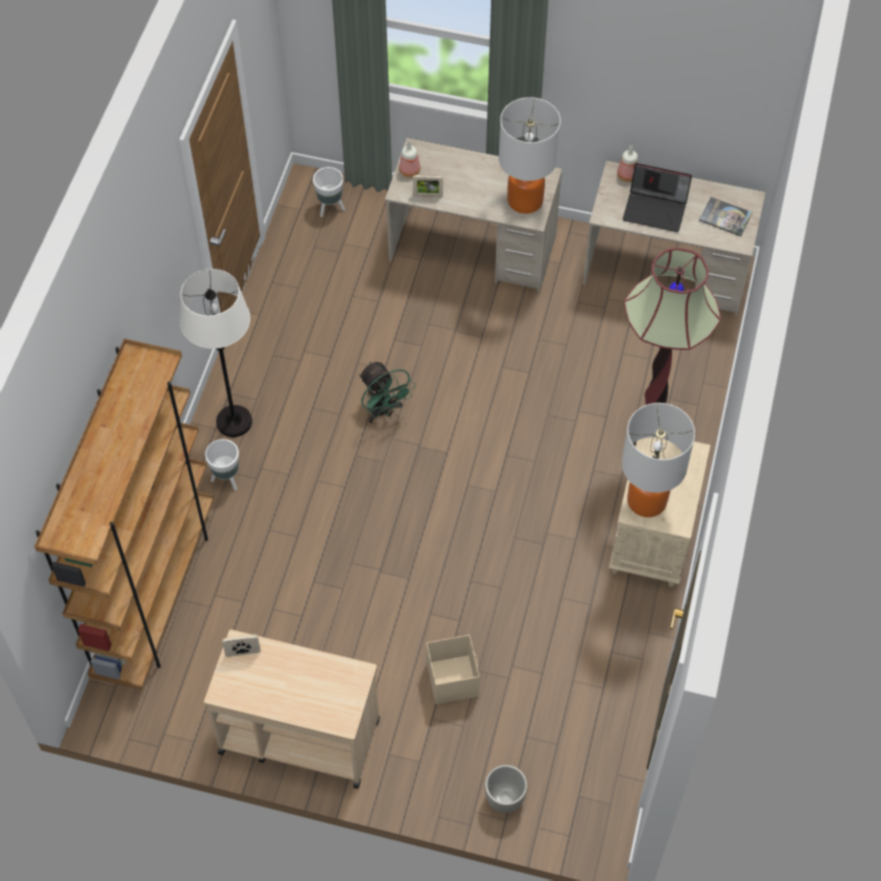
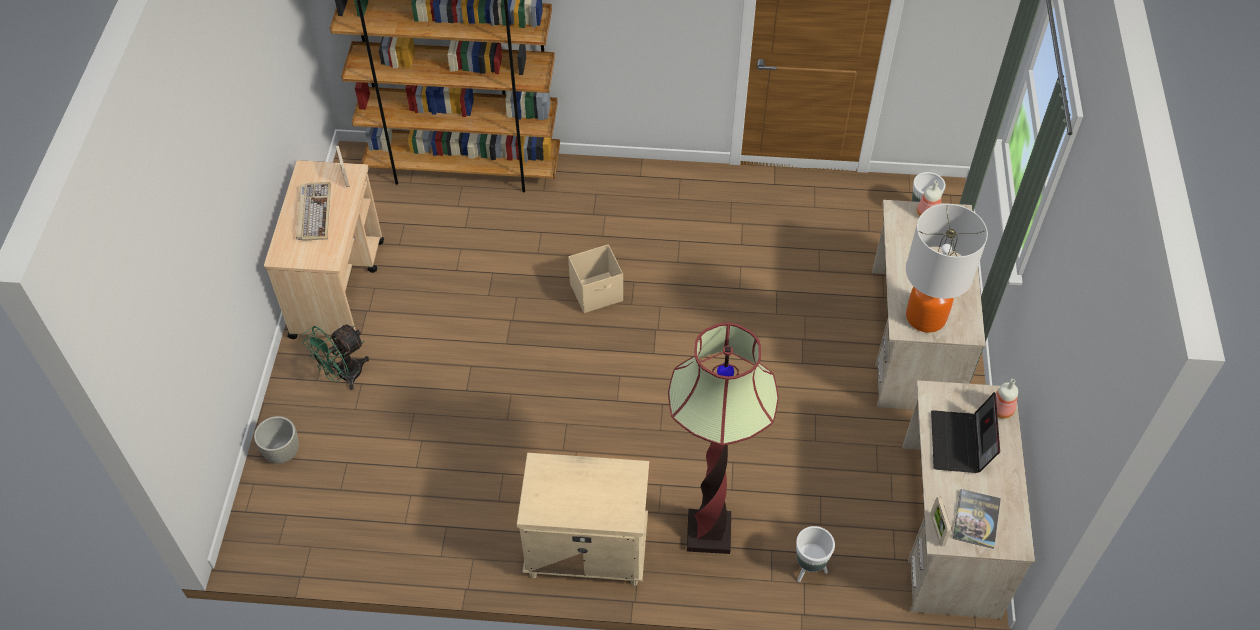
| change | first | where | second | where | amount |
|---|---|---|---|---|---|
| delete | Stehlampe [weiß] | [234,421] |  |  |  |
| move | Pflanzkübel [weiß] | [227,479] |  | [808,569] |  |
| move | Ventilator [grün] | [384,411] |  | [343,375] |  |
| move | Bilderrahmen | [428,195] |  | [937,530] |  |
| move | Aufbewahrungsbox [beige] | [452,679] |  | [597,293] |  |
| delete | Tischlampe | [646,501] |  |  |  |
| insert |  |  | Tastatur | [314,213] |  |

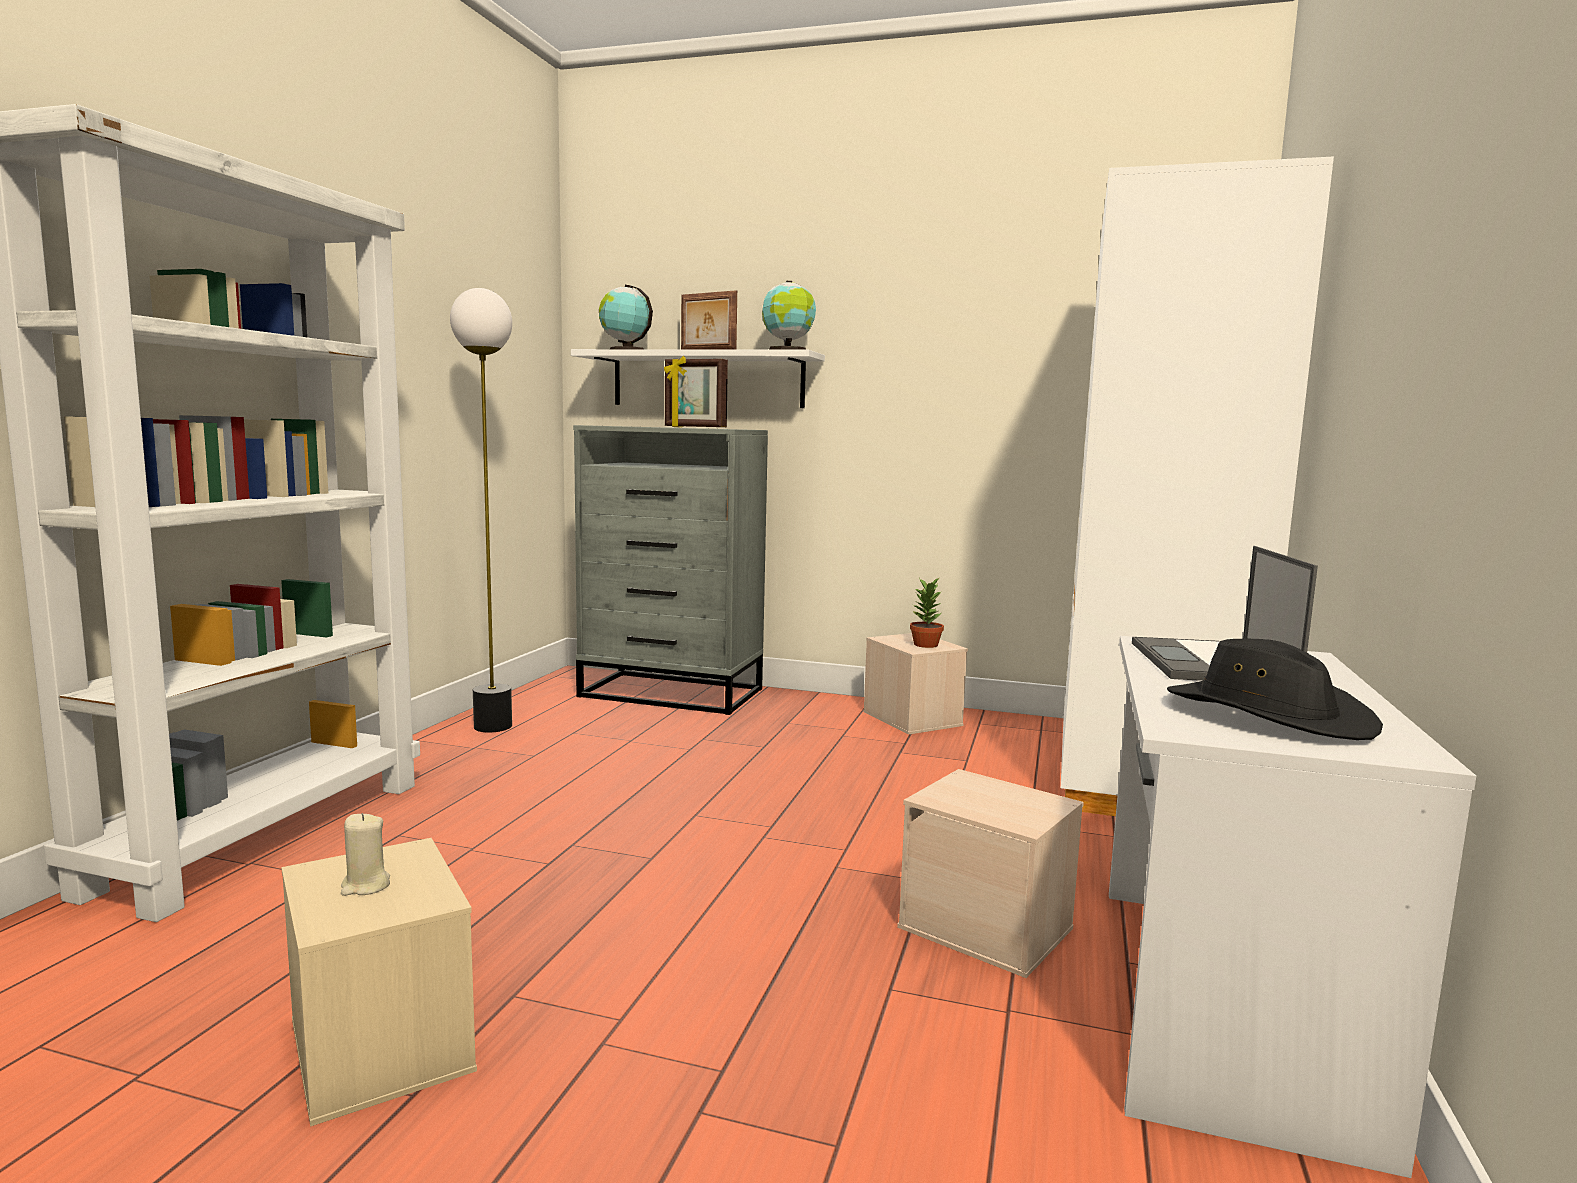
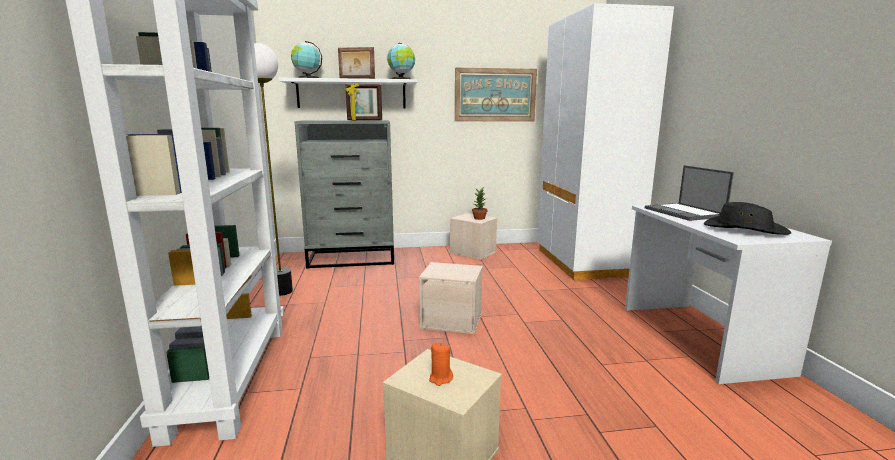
| change | first | where | second | where | amount |
|---|---|---|---|---|---|
| recolor | Kerze [beige] | [365,886] | Kerze [orange] | [440,378] |  |
| move | Aufbewahrungsbox [beige] | [988,928] |  | [452,320] |  |
| insert |  |  | Bild | [495,95] |  |

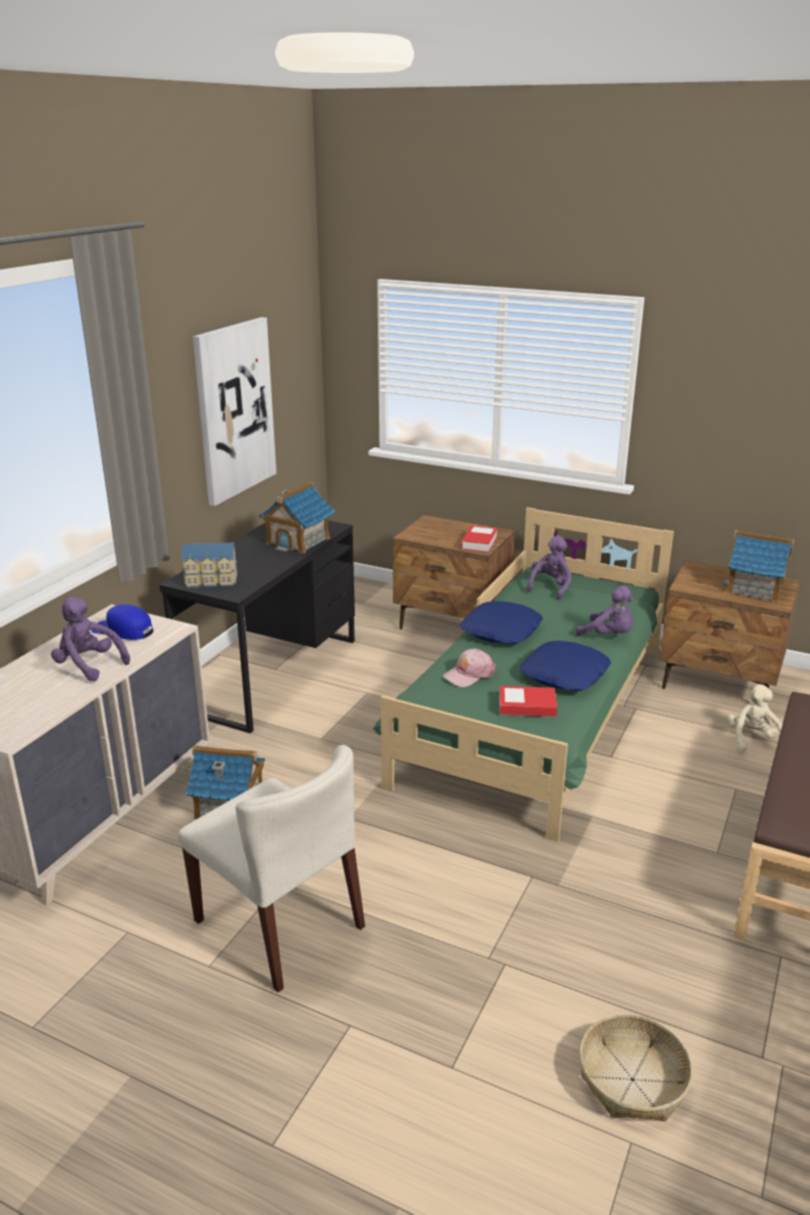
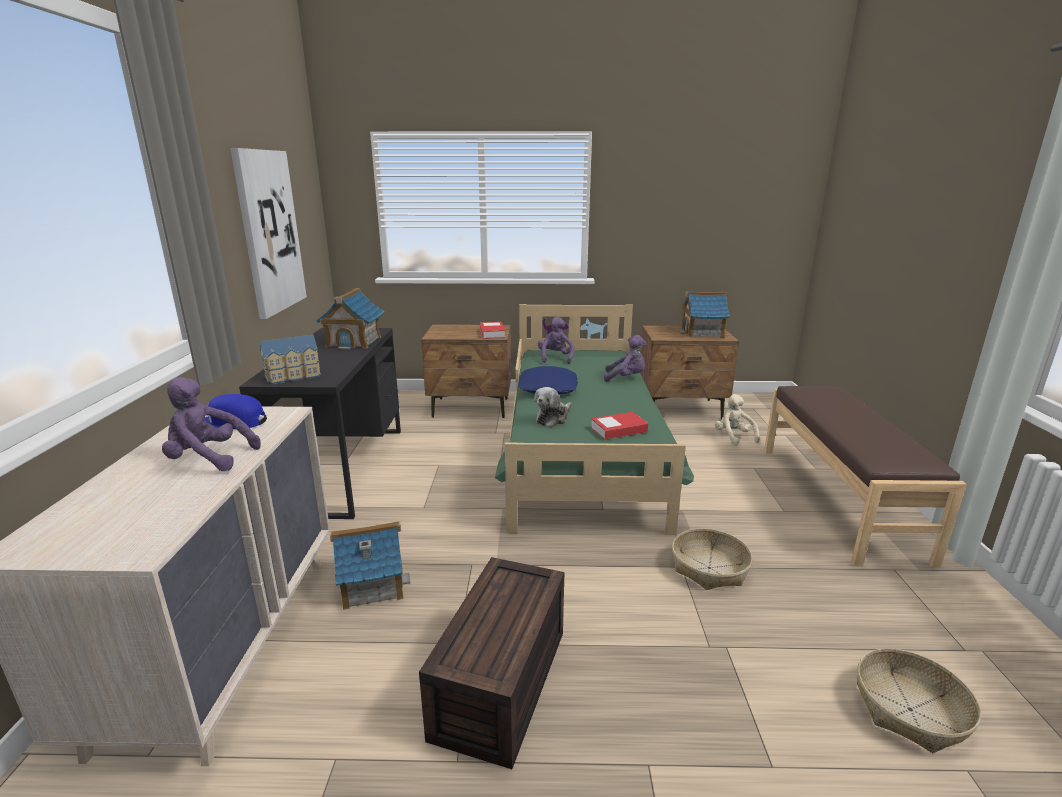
| change | first | where | second | where | amount |
|---|---|---|---|---|---|
| replace | Stuhl [beige] | [280,924] | Aufbewahrungsbox [braun] | [502,685] |  |
| replace | Kappe [rosa] | [469,674] | Plüschtier | [553,418] |  |
| delete | Kissen [blau] | [565,674] |  |  |  |
| insert |  |  | Korb | [709,568] |  |

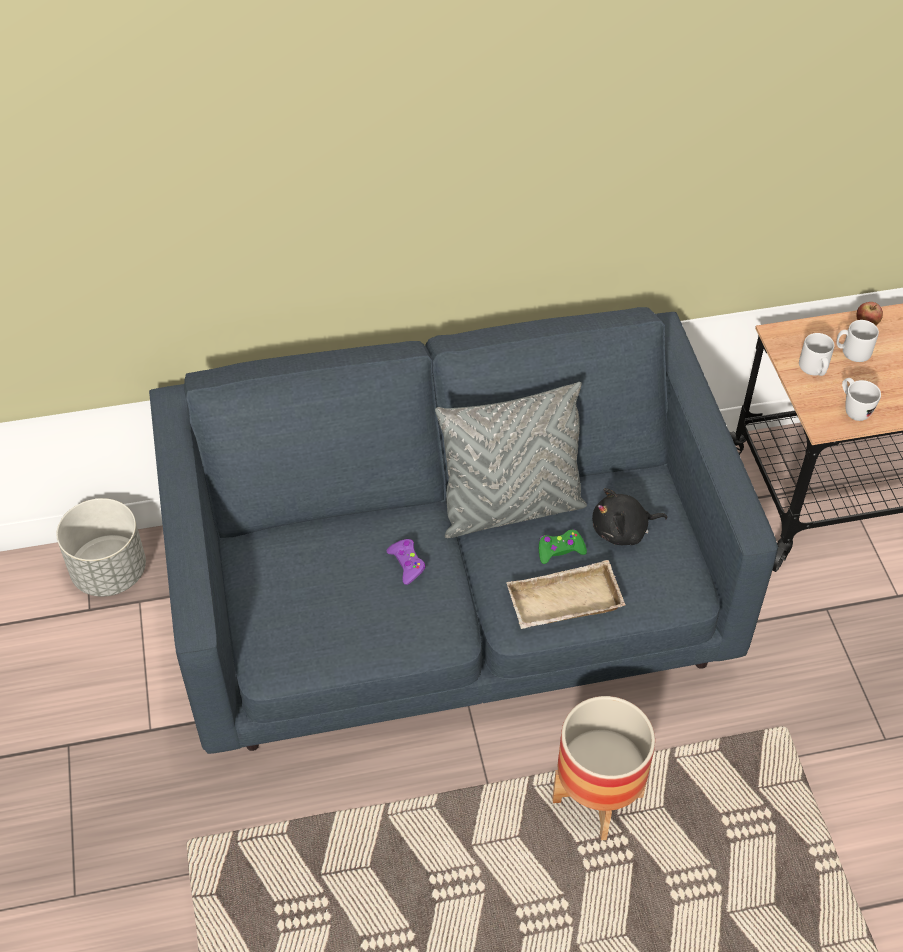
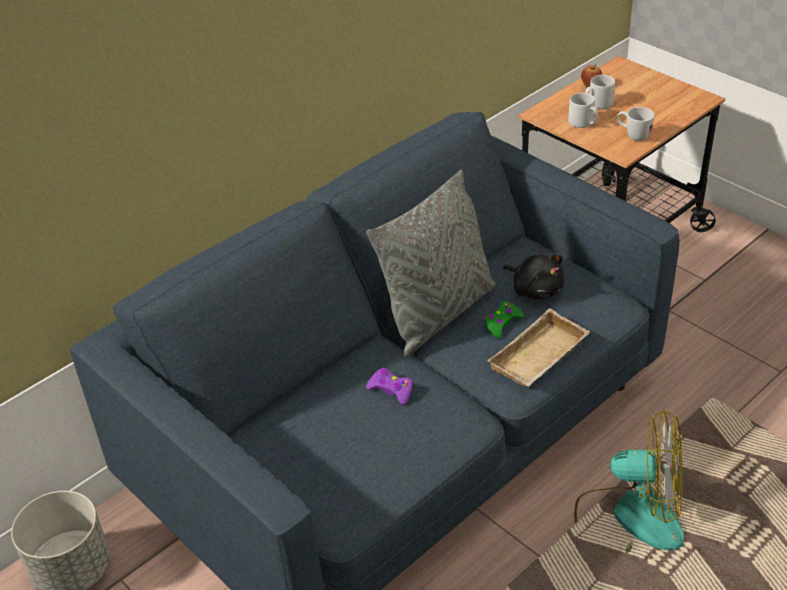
| change | first | where | second | where | amount |
|---|---|---|---|---|---|
| replace | Pflanzkübel | [597,798] | Ventilator | [629,519] |  |
| rotate | Plüschtier [schwarz] | [623,530] |  | [535,289] | 90 degrees counterclockwise |

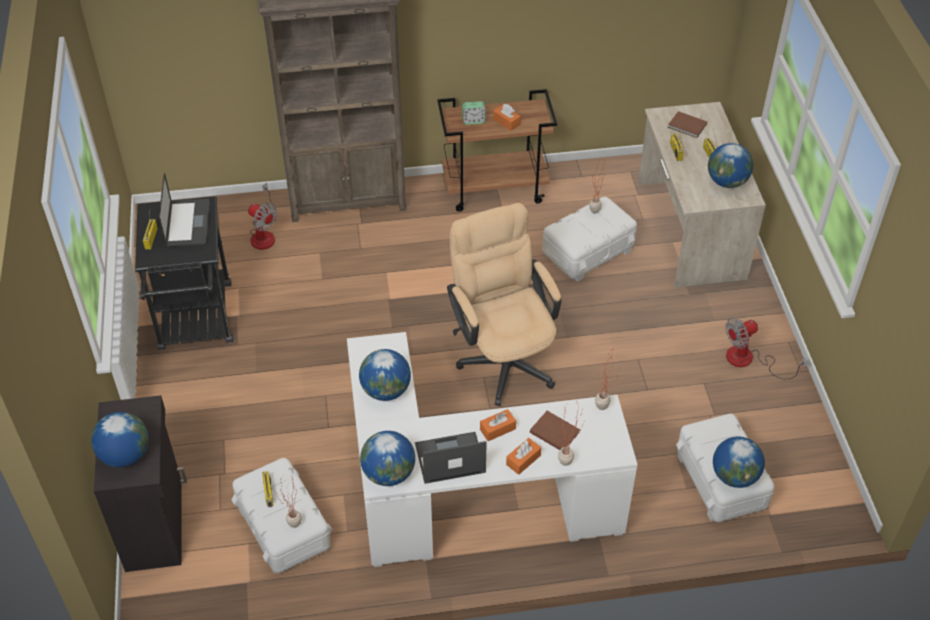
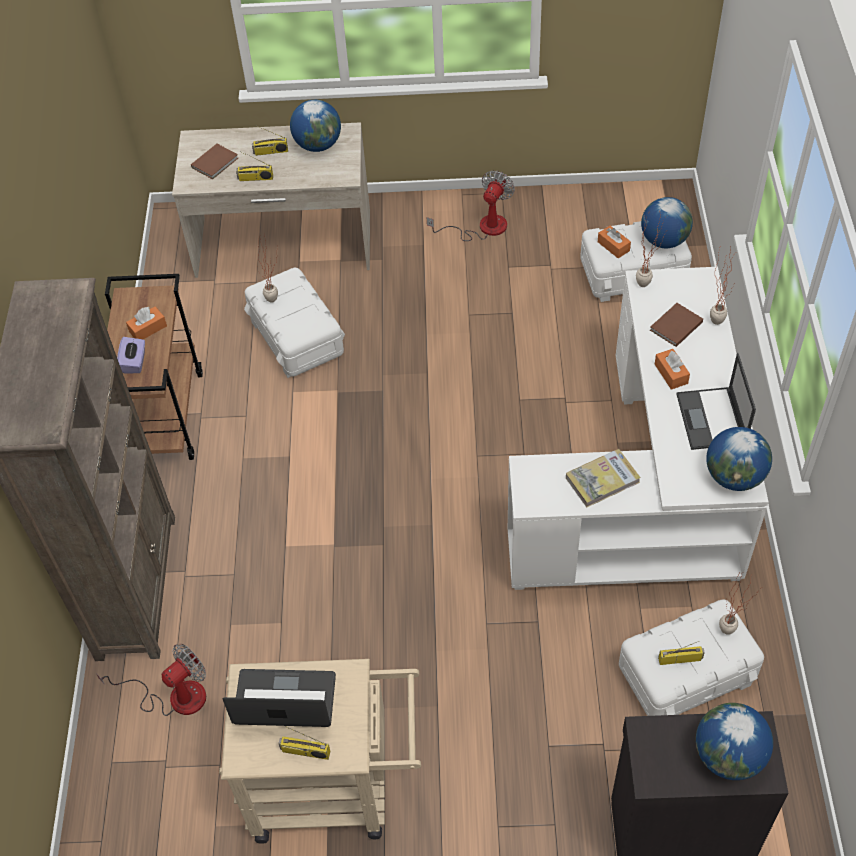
| change | first | where | second | where | amount |
|---|---|---|---|---|---|
| recolor | Rollwagen [schwarz] | [196,323] | Rollwagen [beige] | [334,787] |  |
| replace | Globus | [386,391] | Buch | [602,480] |  |
| delete | Bürostuhl [beige] | [503,356] |  |  |  |
| replace | Wecker | [473,121] | Taschentuchbox [lila] | [134,362] |  |
| move | Taschentuchbox [orange] | [523,460] |  | [613,246] |  |
| rotate | Ventilator | [749,360] |  | [482,227] | 135 degrees counterclockwise |

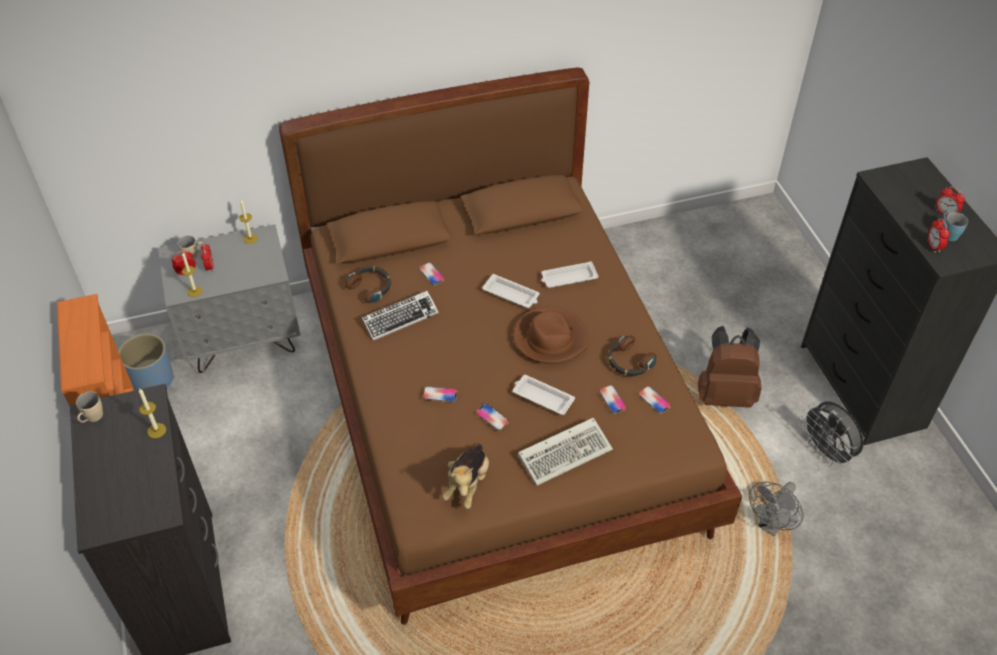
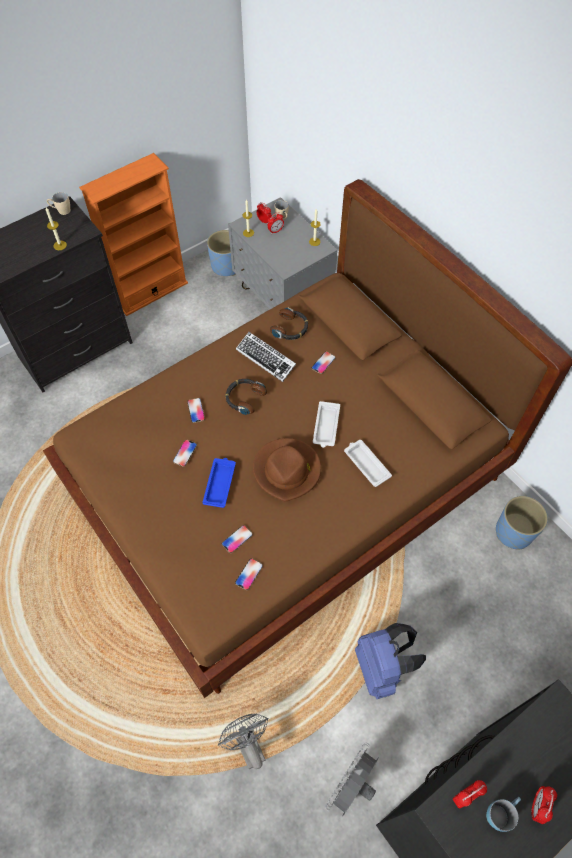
| change | first | where | second | where | amount |
|---|---|---|---|---|---|
| delete | Plüschtier | [468,484] |  |  |  |
| recolor | Tablett [weiß] | [542,397] | Tablett [blau] | [220,483] |  |
| delete | Tastatur | [566,452] |  |  |  |
| move | Kopfhörer | [629,362] |  | [244,398] |  |
| recolor | Rucksack [braun] | [725,394] | Rucksack [blau] | [382,668] |  |
| rotate | Ventilator [grau] | [771,525] |  | [247,744] | 45 degrees clockwise |
| insert |  |  | Pflanzkübel [blau] | [513,532] |  |

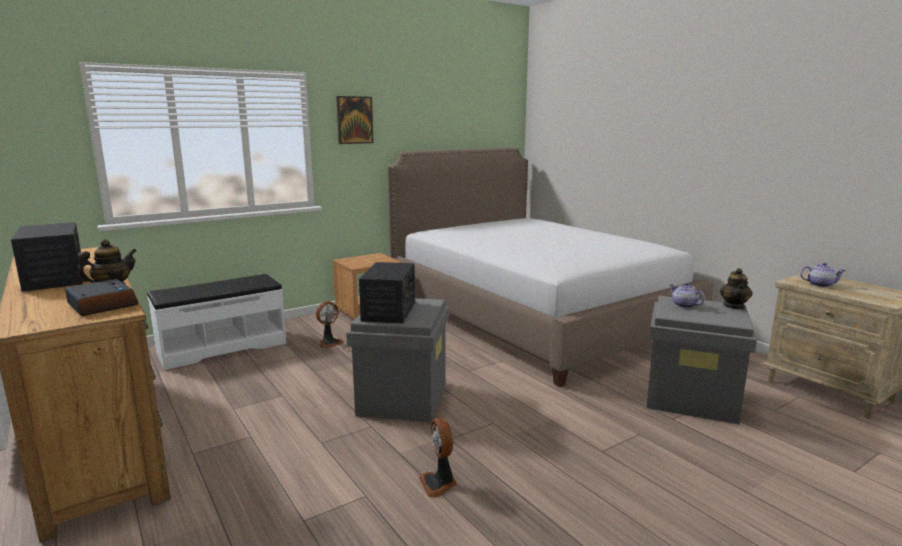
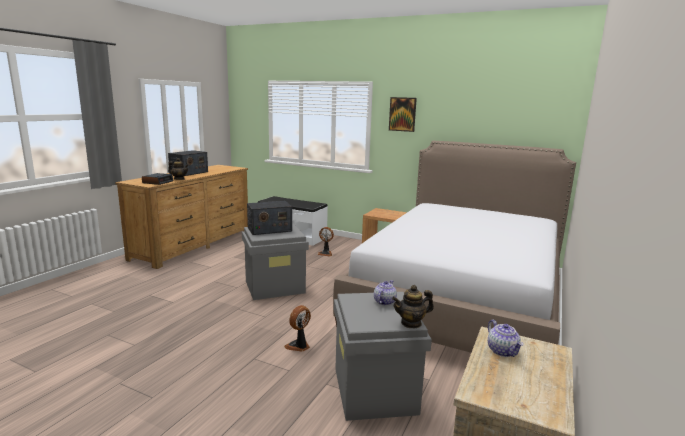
| change | first | where | second | where | amount |
|---|---|---|---|---|---|
| move | Ventilator | [439,483] |  | [299,346] |  |

